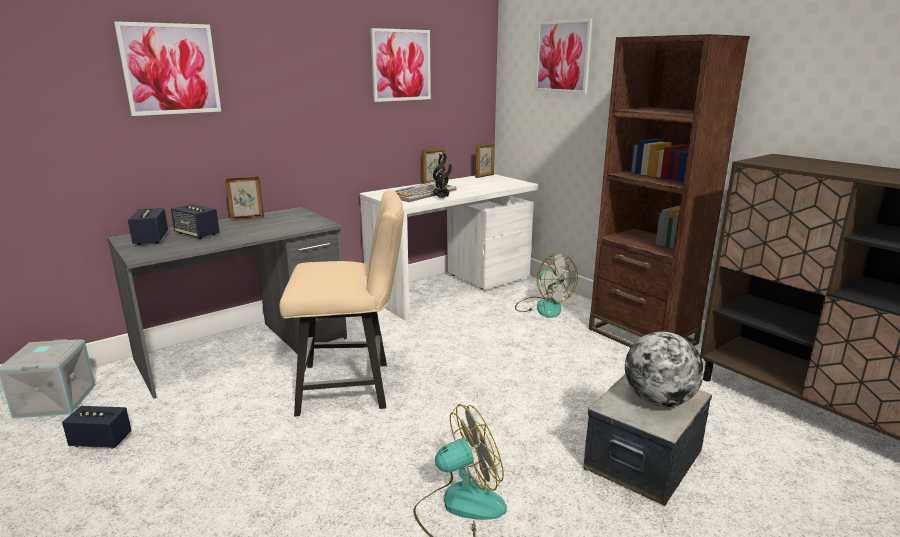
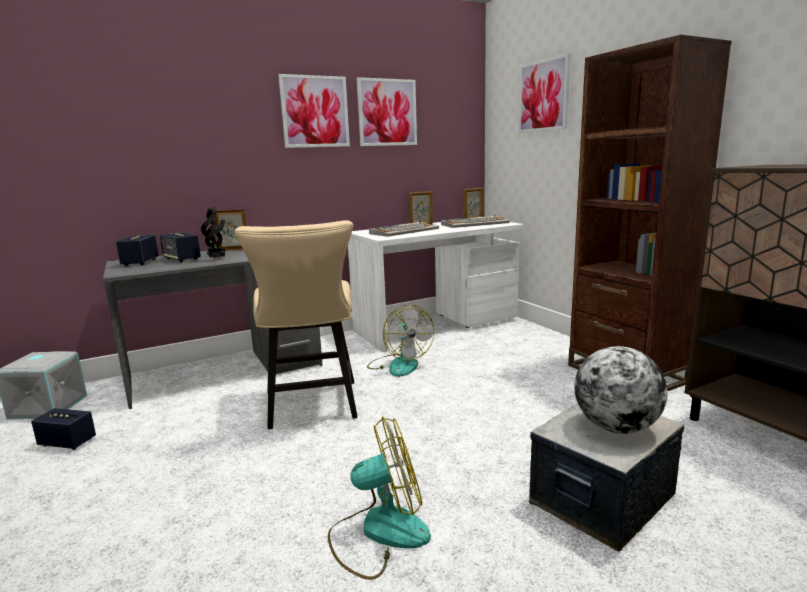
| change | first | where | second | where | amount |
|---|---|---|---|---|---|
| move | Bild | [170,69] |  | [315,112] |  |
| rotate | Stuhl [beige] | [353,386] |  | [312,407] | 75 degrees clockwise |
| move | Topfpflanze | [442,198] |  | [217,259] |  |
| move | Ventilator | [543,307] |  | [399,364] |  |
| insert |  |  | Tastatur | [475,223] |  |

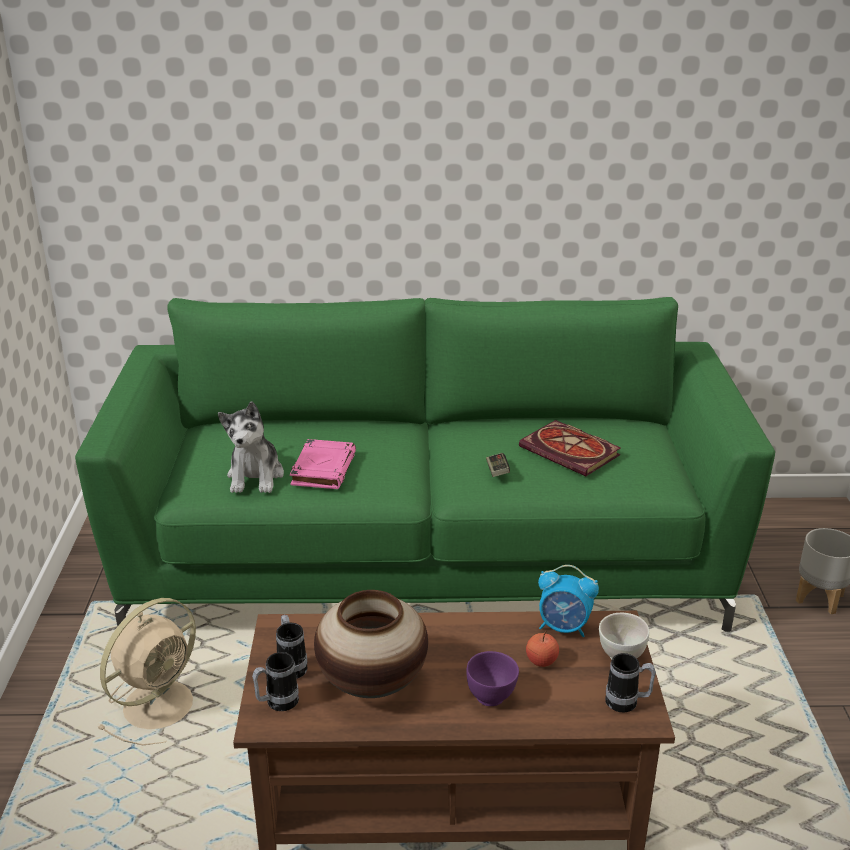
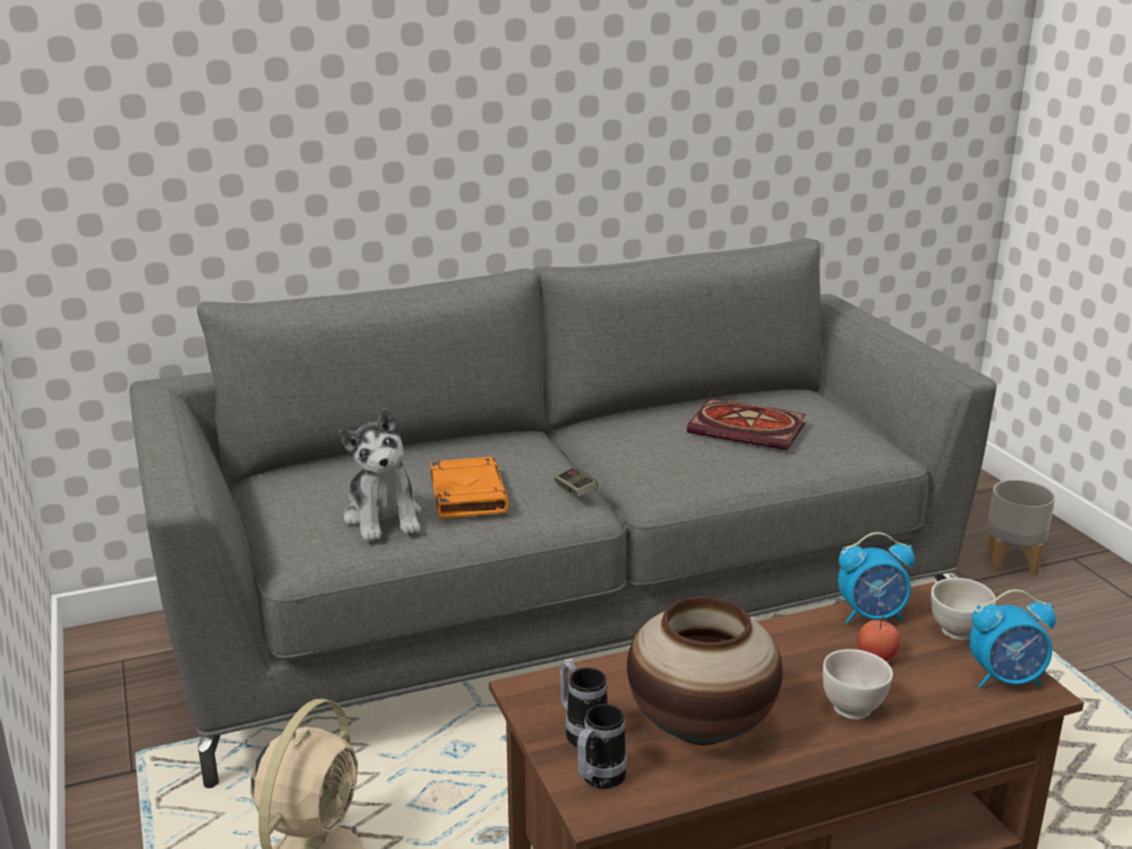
| change | first | where | second | where | amount |
|---|---|---|---|---|---|
| recolor | Sofa [grün] | [425,567] | Sofa [grau] | [566,617] |  |
| recolor | Buch [rosa] | [323,469] | Buch [orange] | [467,494] |  |
| recolor | Schüssel [lila] | [491,697] | Schüssel [weiß] | [853,708] |  |
| move | Gamepad | [497,471] |  | [575,491] |  |
| replace | Henkelbecher | [627,703] | Wecker | [1006,679] |  |

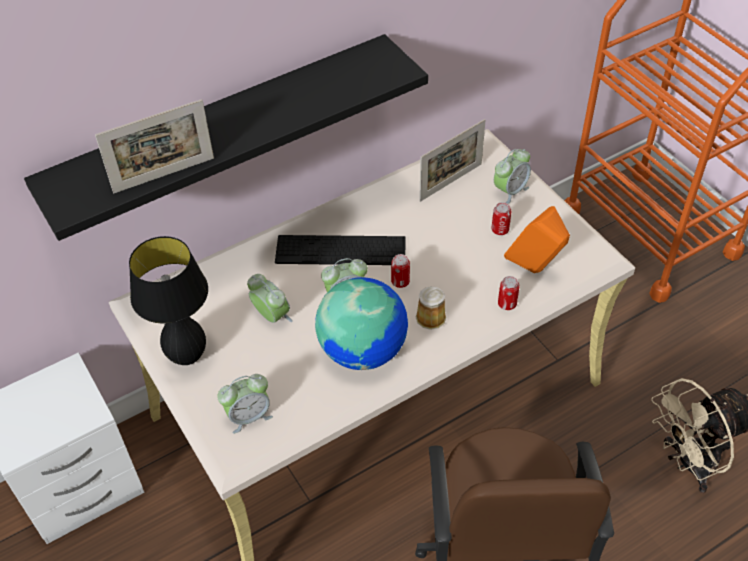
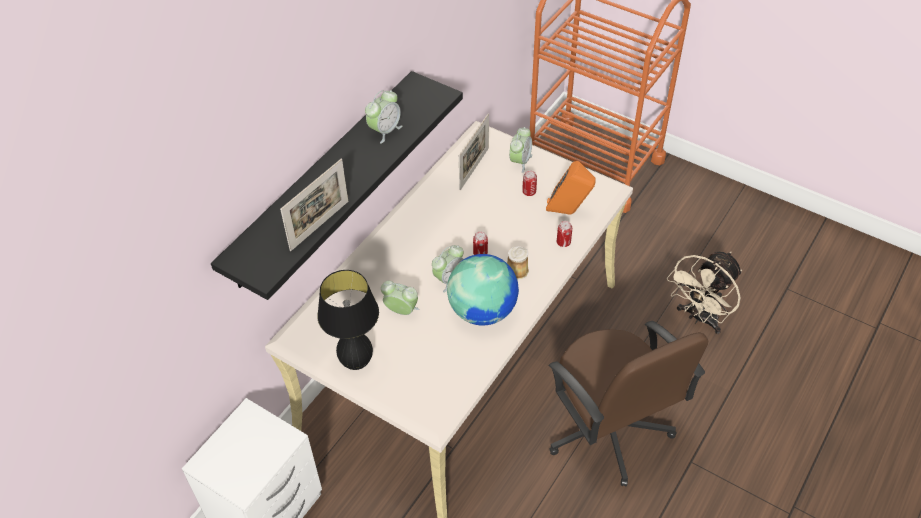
| change | first | where | second | where | amount |
|---|---|---|---|---|---|
| move | Wecker | [248,416] |  | [384,131] |  |
| delete | Tastatur | [340,250] |  |  |  |

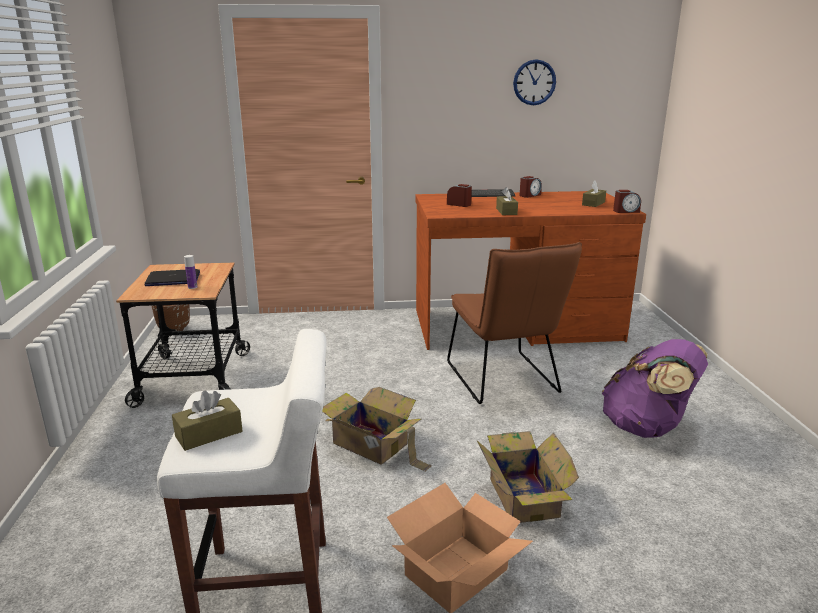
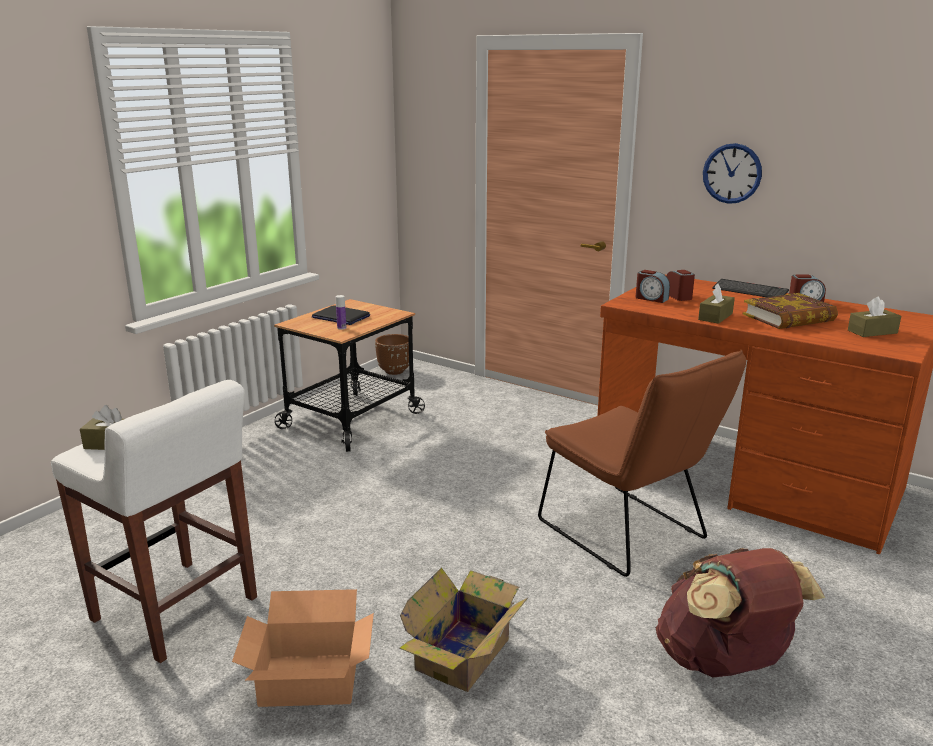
| change | first | where | second | where | amount |
|---|---|---|---|---|---|
| delete | Karton | [372,445] |  |  |  |
| rotate | Stuhl [braun] | [504,381] |  | [629,535] | 60 degrees counterclockwise |
| move | Wanduhr | [534,82] |  | [732,173] |  |
| recolor | Rucksack [lila] | [647,428] | Rucksack [braun] | [724,663] |  |
| move | Wecker | [626,211] |  | [651,298] |  |
| insert |  |  | Buch | [789,318] |  |

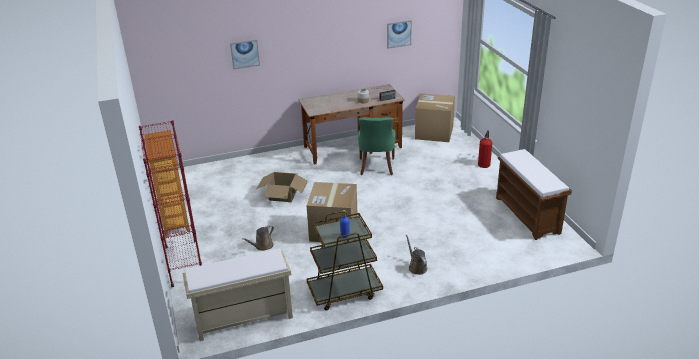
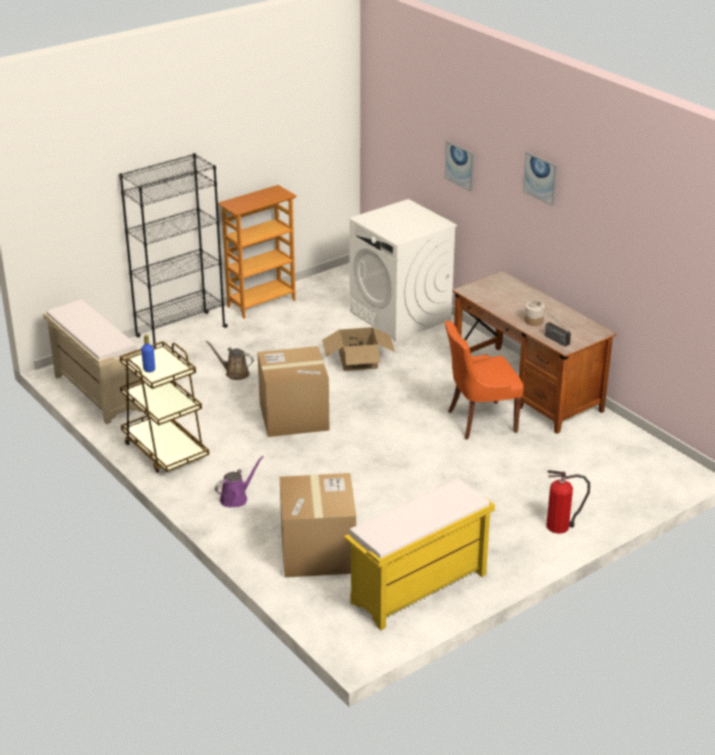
| change | first | where | second | where | amount |
|---|---|---|---|---|---|
| recolor | Bücherregal [rot] | [184,264] | Bücherregal [schwarz] | [181,332] |  |
| recolor | Stuhl [grün] | [376,167] | Stuhl [orange] | [480,421] |  |
| move | Bild | [398,34] |  | [541,178] |  |
| recolor | Gießkanne [braun] | [416,267] | Gießkanne [lila] | [236,498] |  |
| move | Karton | [434,132] |  | [318,552] |  |
| recolor | Bank [braun] | [528,215] | Bank [gelb] | [418,590] |  |
| insert |  |  | Waschmaschine [weiß] | [400,316] |  |

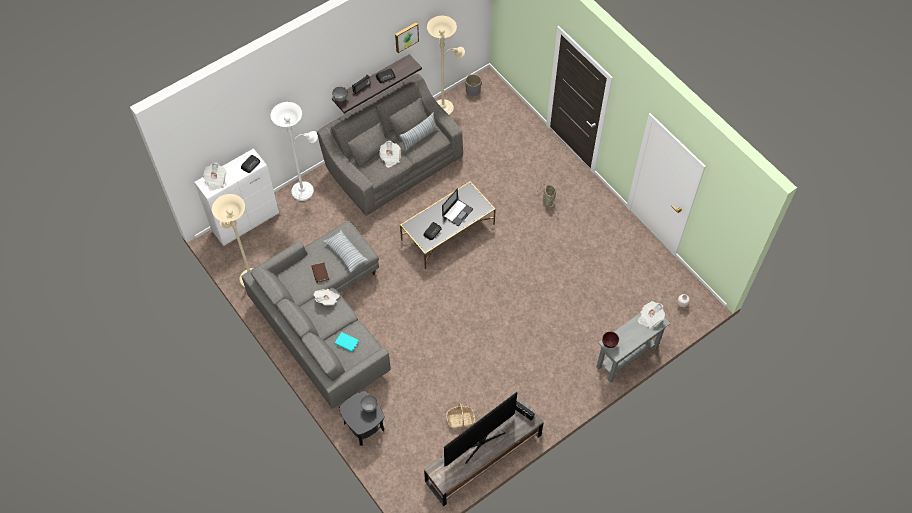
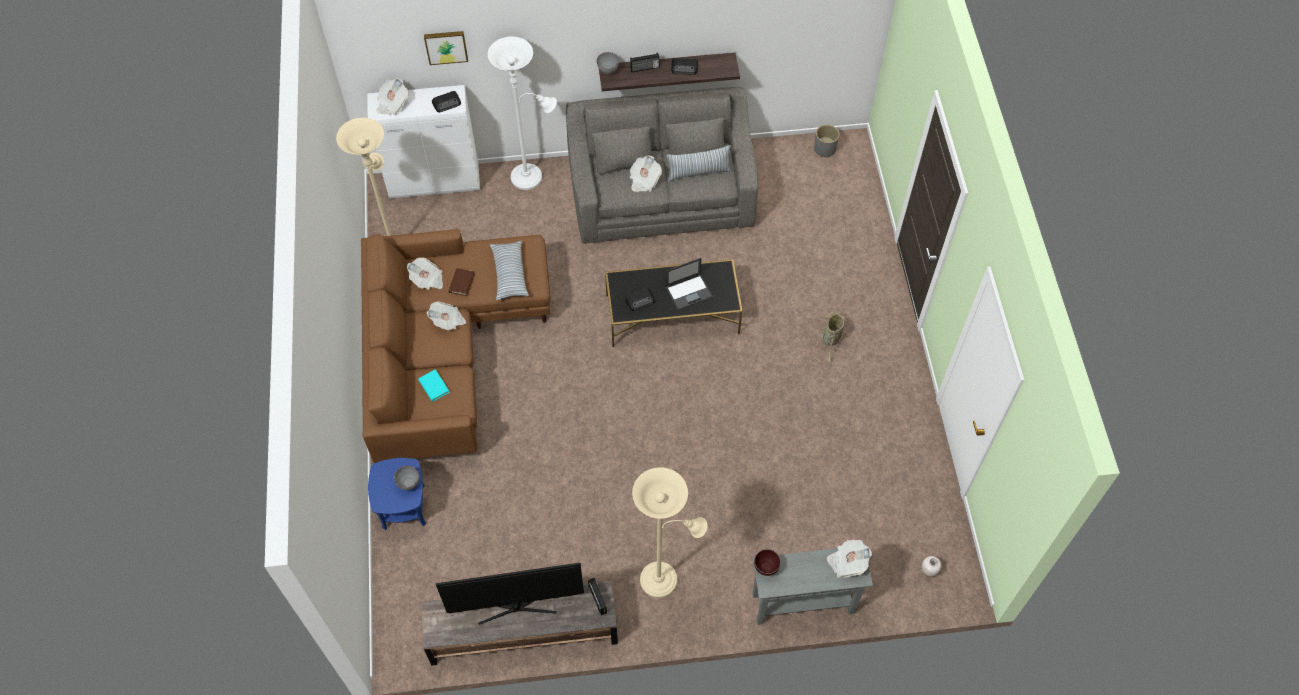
| change | first | where | second | where | amount |
|---|---|---|---|---|---|
| recolor | Sofa [grau] | [325,322] | Sofa [braun] | [445,351] |  |
| recolor | Beistelltisch [schwarz] | [364,426] | Beistelltisch [blau] | [403,507] |  |
| move | Bild | [406,36] |  | [446,46] |  |
| move | Stehlampe [beige] | [445,107] |  | [664,579] |  |
| delete | Korb | [460,419] |  |  |  |
| insert |  |  | Zeitung | [427,280] |  |

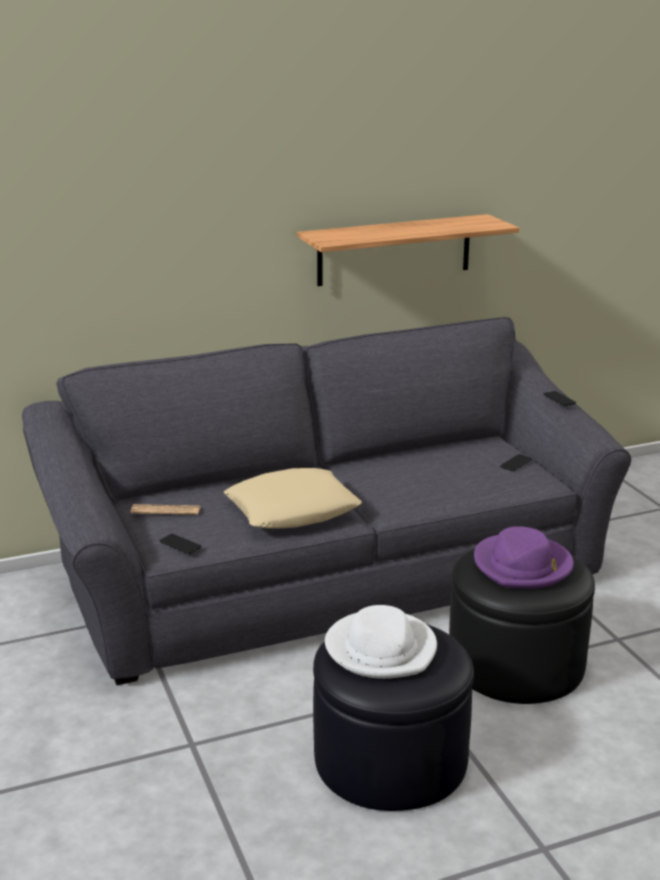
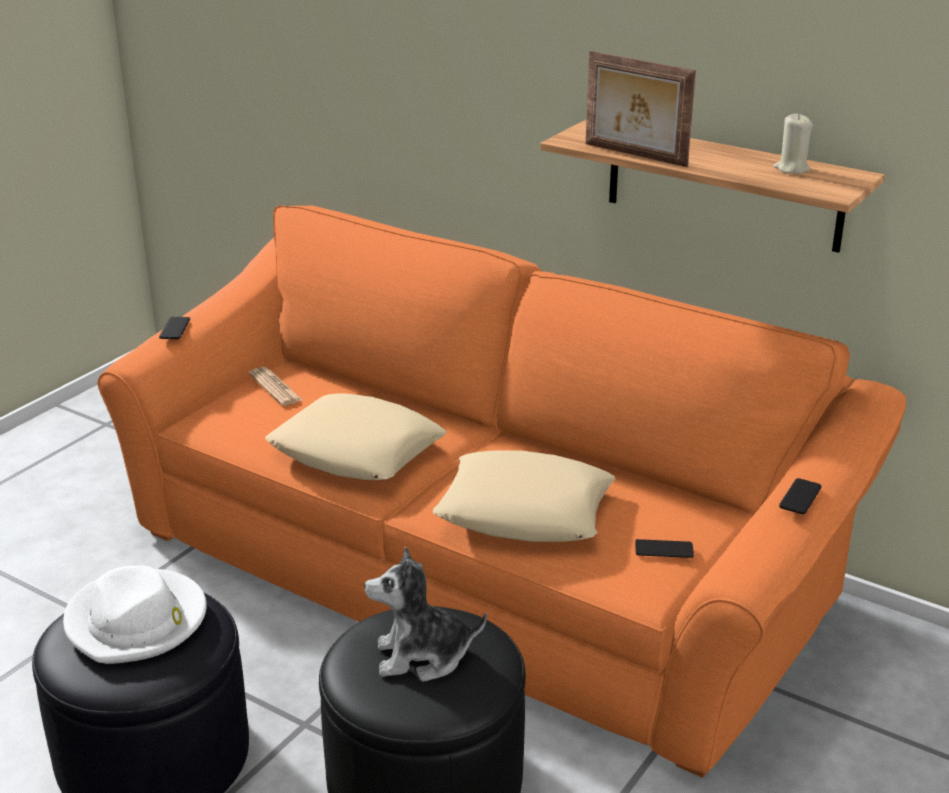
| change | first | where | second | where | amount |
|---|---|---|---|---|---|
| recolor | Sofa [grau] | [329,574] | Sofa [orange] | [475,566] |  |
| move | Handy | [180,544] |  | [175,328] |  |
| replace | Hut [lila] | [523,566] | Plüschtier | [422,657] |  |
| insert |  |  | Kissen [beige] | [525,510] |  |
| insert |  |  | Bilderrahmen | [634,155] |  |
| insert |  |  | Kerze [beige] | [791,169] |  |

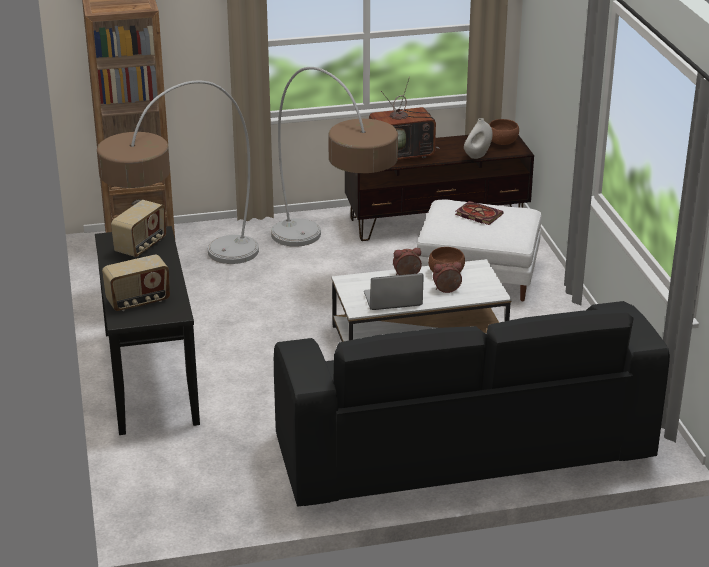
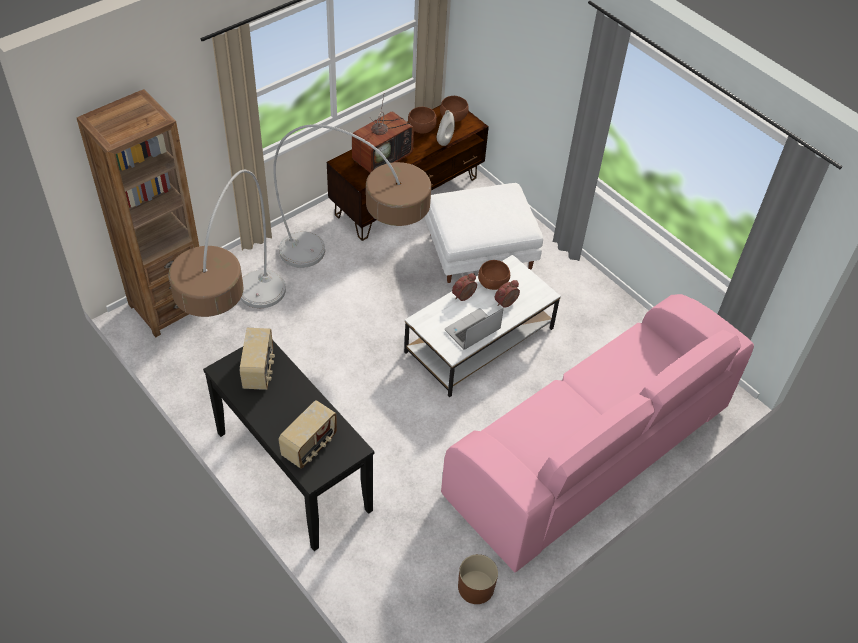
| change | first | where | second | where | amount |
|---|---|---|---|---|---|
| recolor | Sofa [schwarz] | [462,449] | Sofa [rosa] | [588,452] |  |
| delete | Buch | [477,215] |  |  |  |
| insert |  |  | Schüssel [braun] | [422,128] |  |
| insert |  |  | Pflanzkübel [braun] | [476,587] |  |

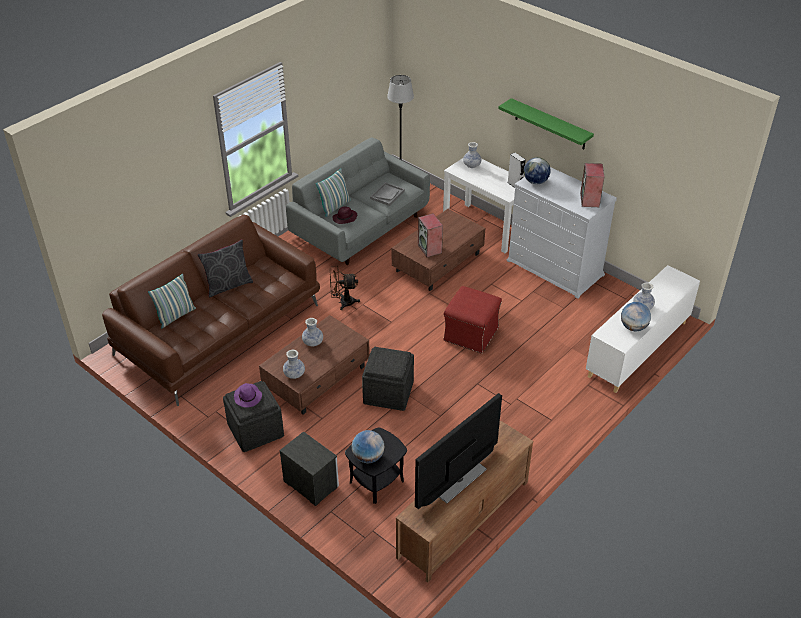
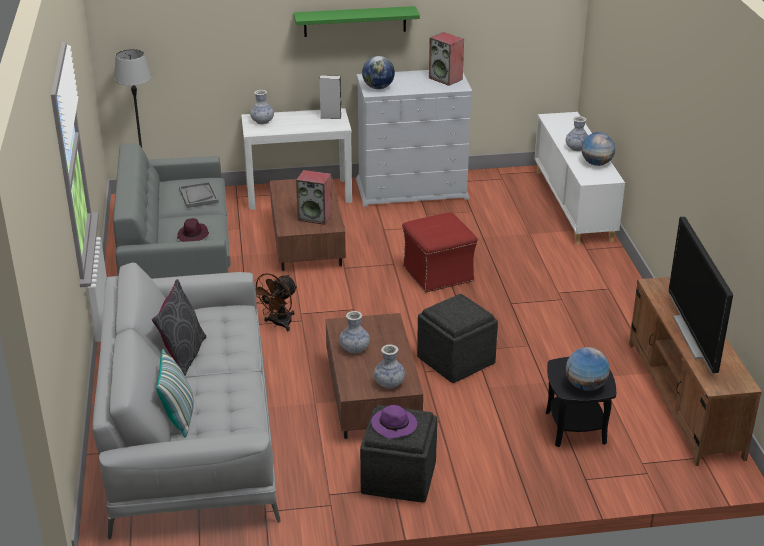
| change | first | where | second | where | amount |
|---|---|---|---|---|---|
| recolor | Sofa [braun] | [220,329] | Sofa [grau] | [192,428] |  |
| delete | Nachttisch | [310,483] |  |  |  |
| delete | Kissen | [335,207] |  |  |  |

